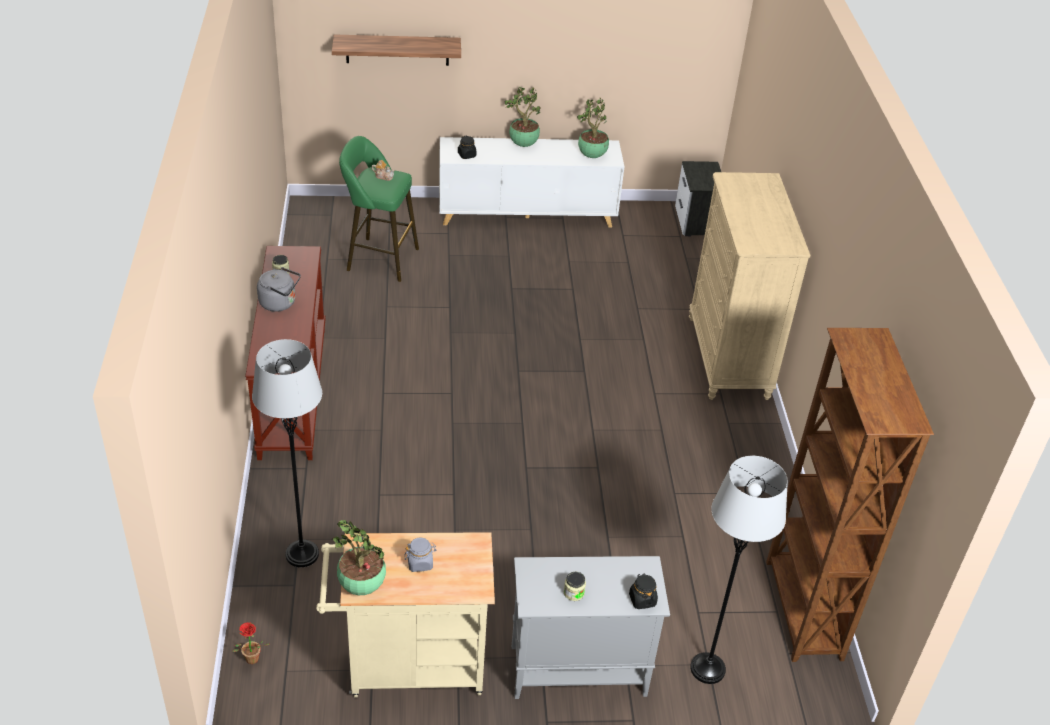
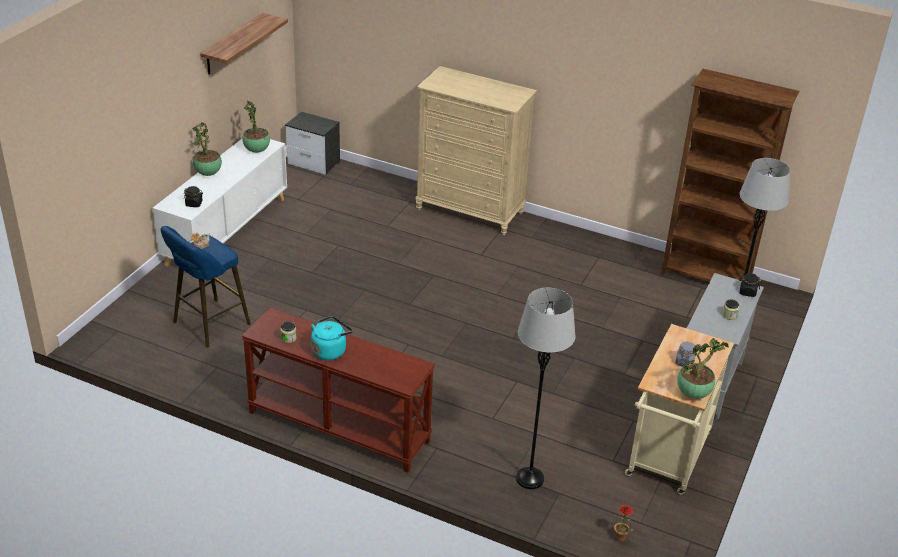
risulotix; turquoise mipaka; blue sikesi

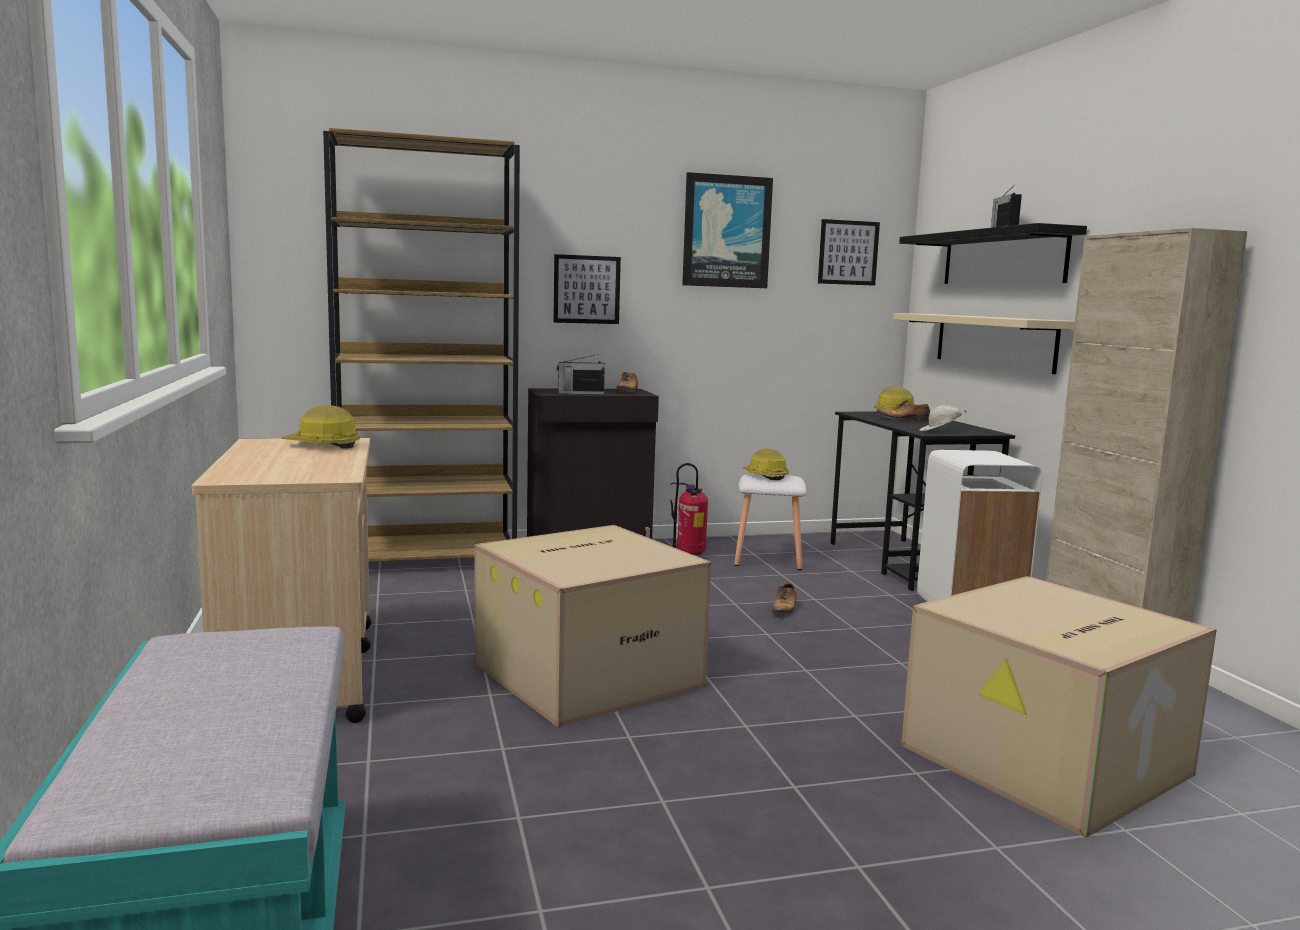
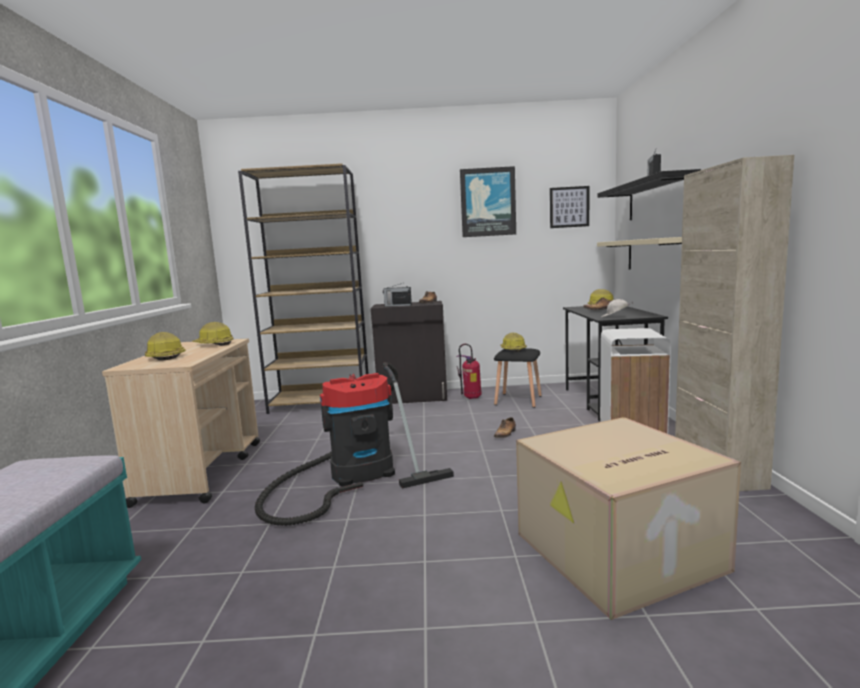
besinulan (no. 1 from left in the first image); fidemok (no. 1 from left); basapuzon; black sikesi

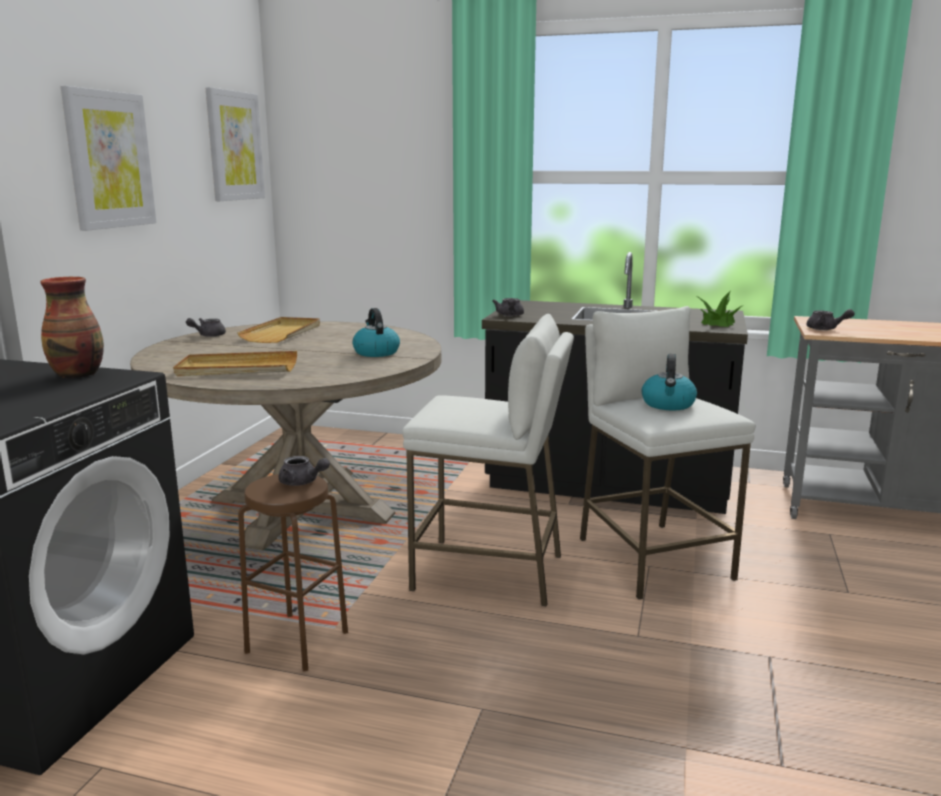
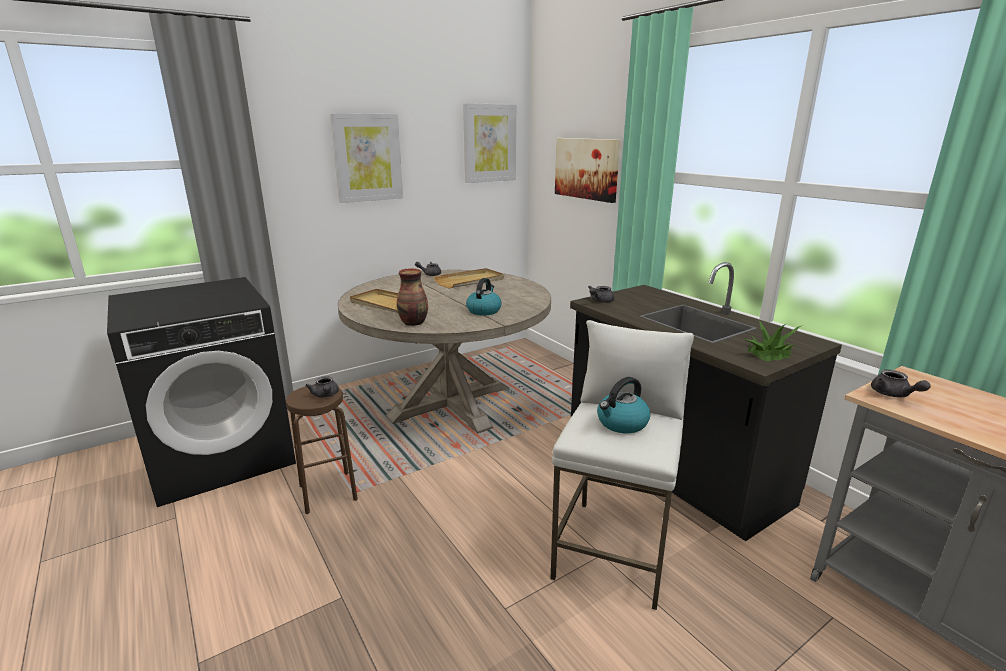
white sikesi (no. 1 from left in the first image); besinulan (no. 3 from left); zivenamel

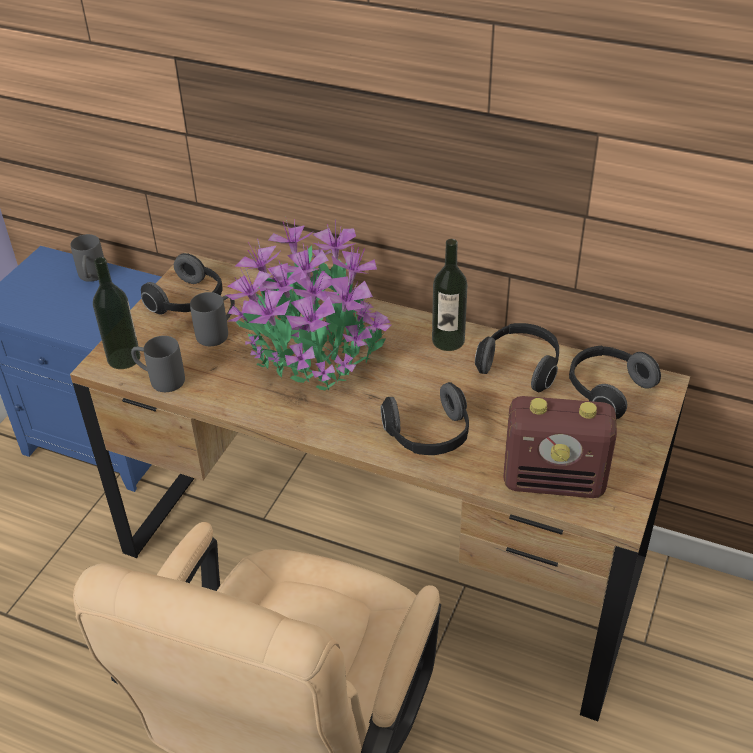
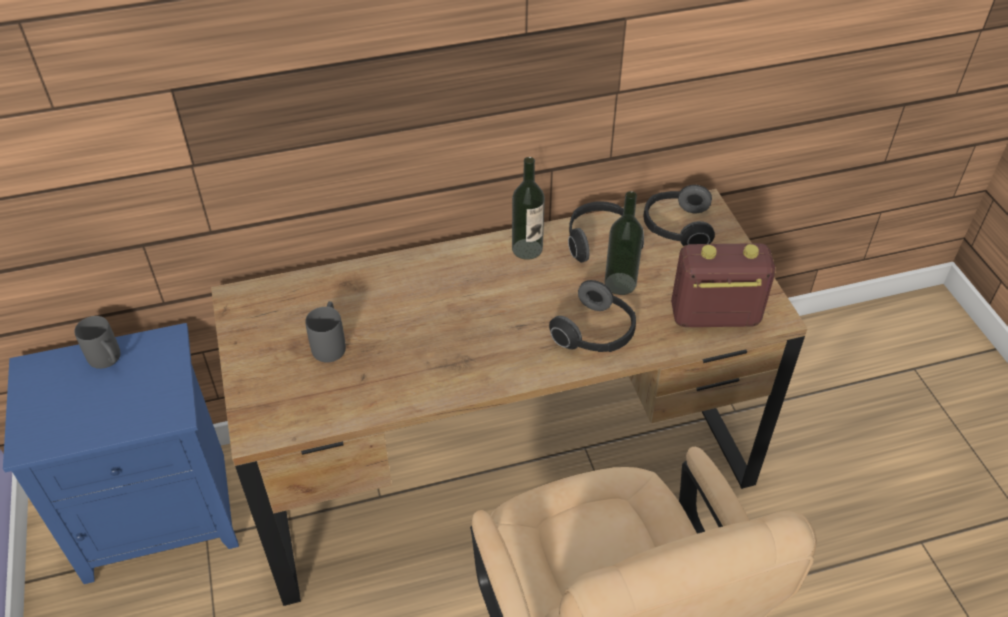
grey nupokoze (no. 2 from left in the first image); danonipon (no. 1 from left in the first image); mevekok; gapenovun (no. 2 from left); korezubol

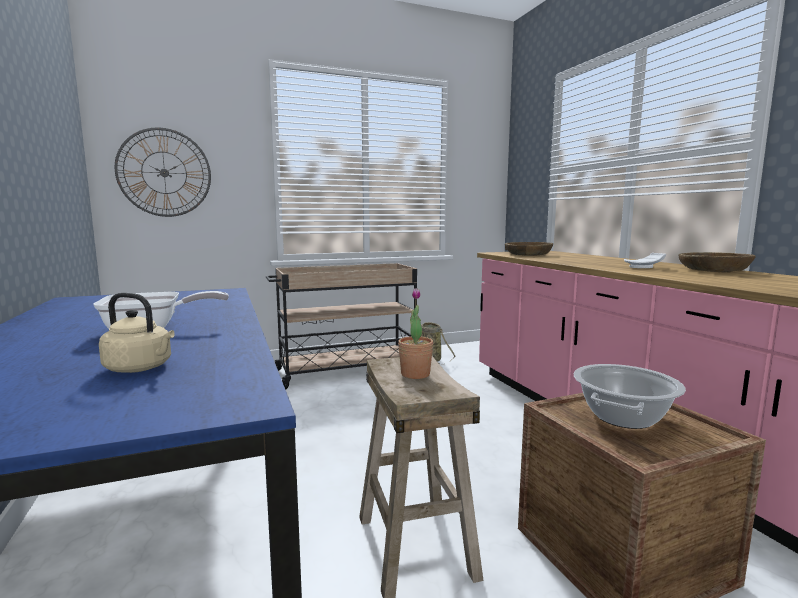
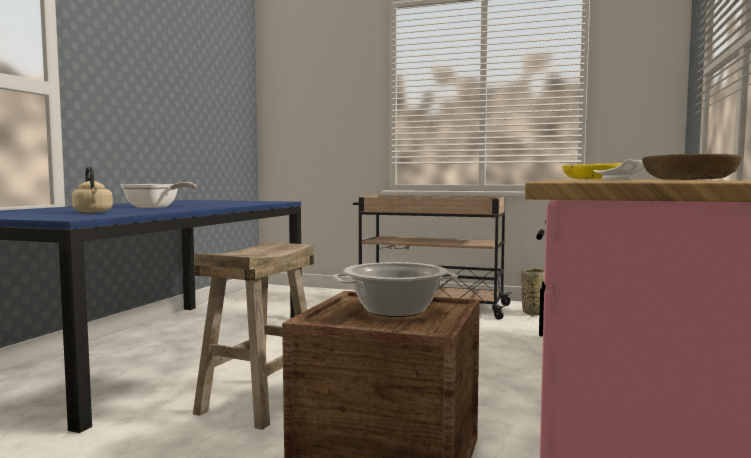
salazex; mevekok; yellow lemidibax

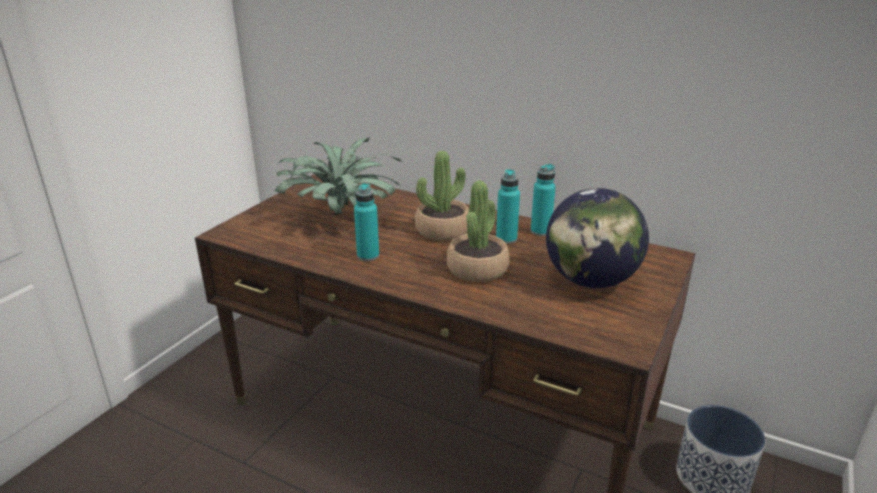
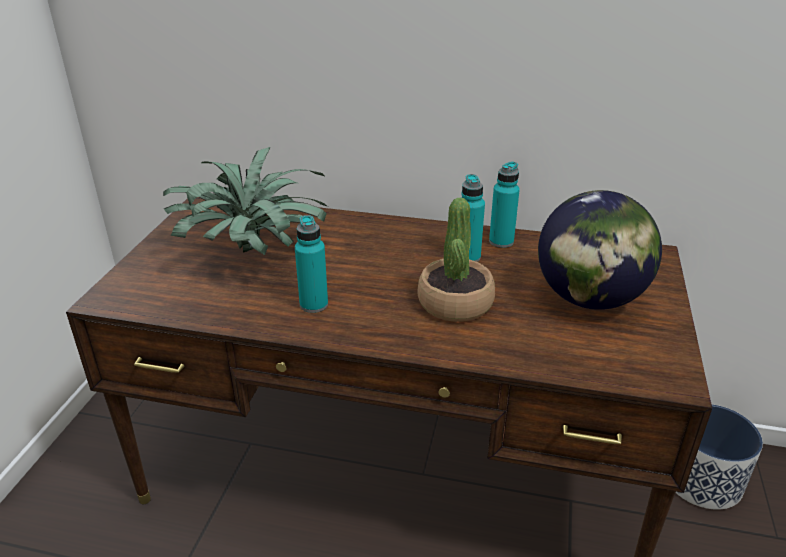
mevekok (no. 2 from left in the first image)

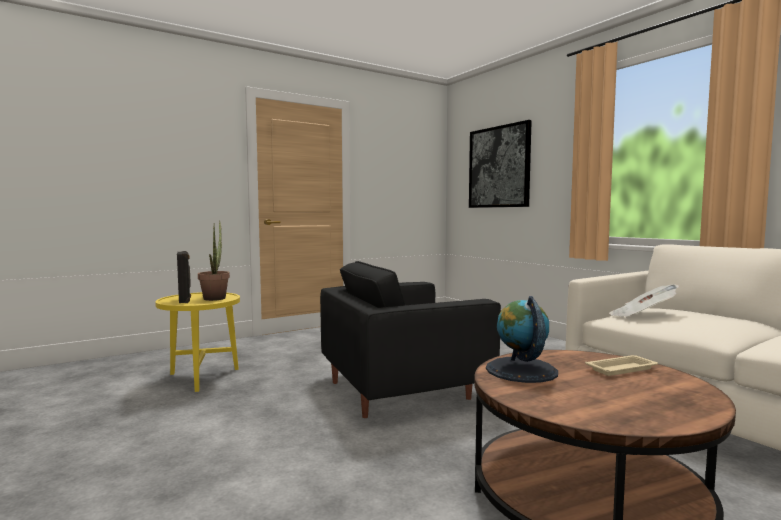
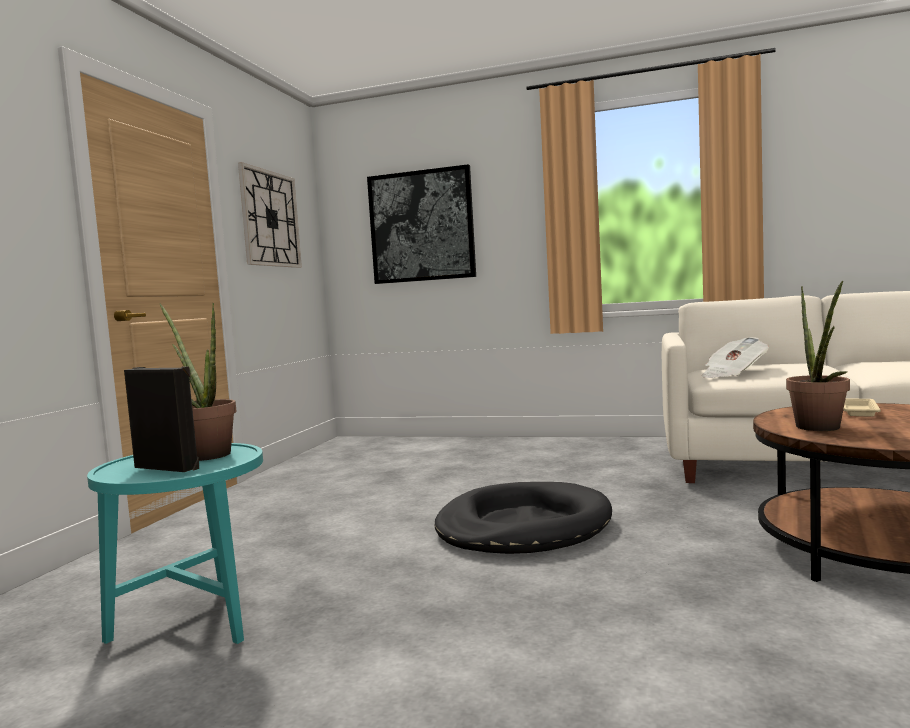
salazex; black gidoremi; mevekok (no. 2 from left); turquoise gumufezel

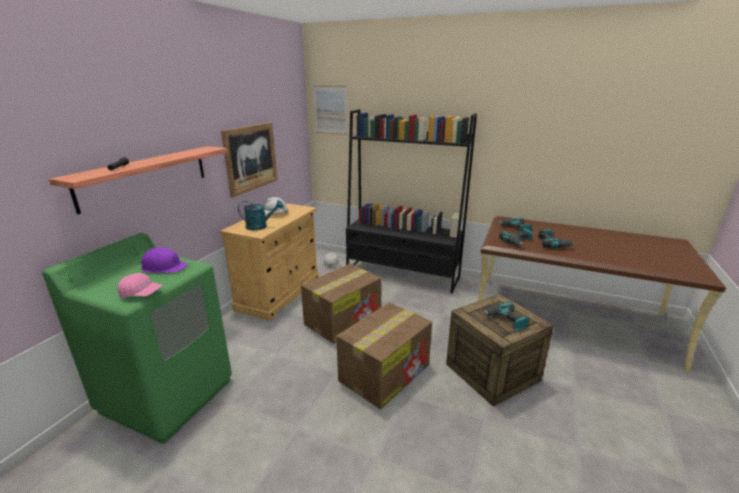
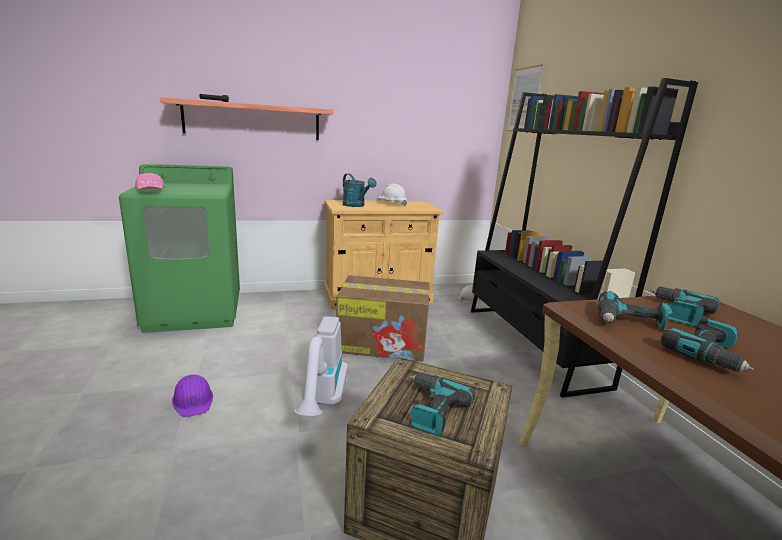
besinulan (no. 1 from left in the first image); purple fidemok; basapuzon

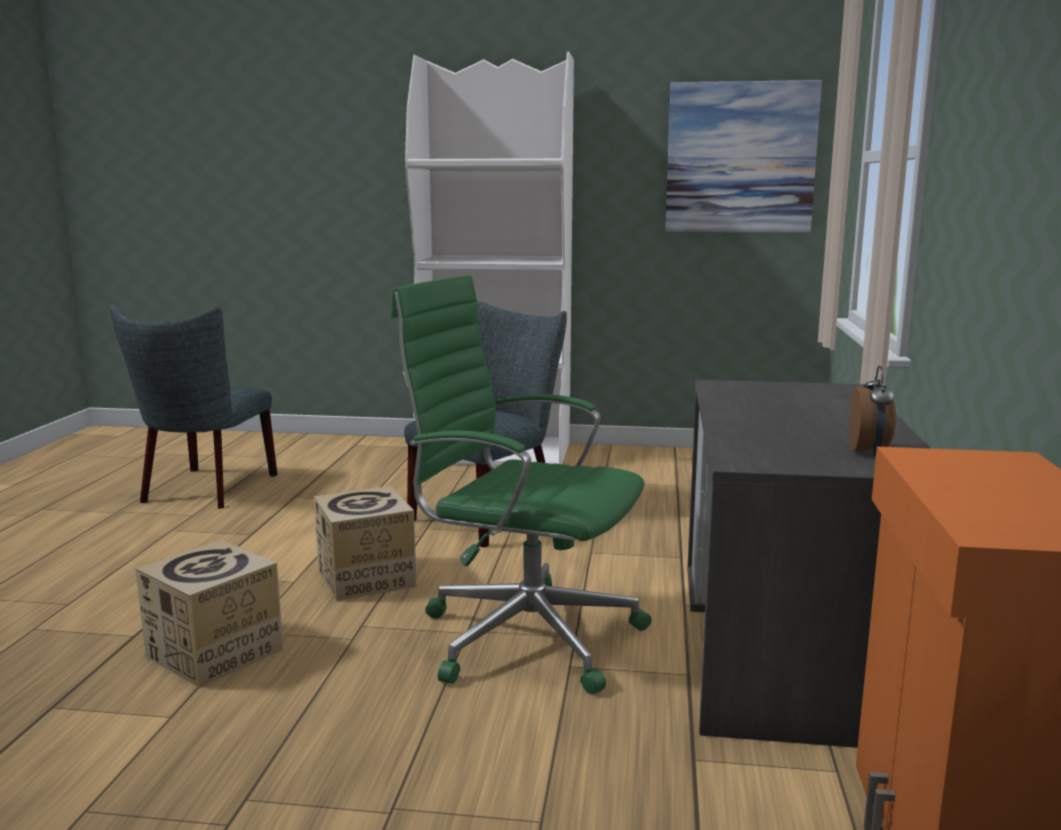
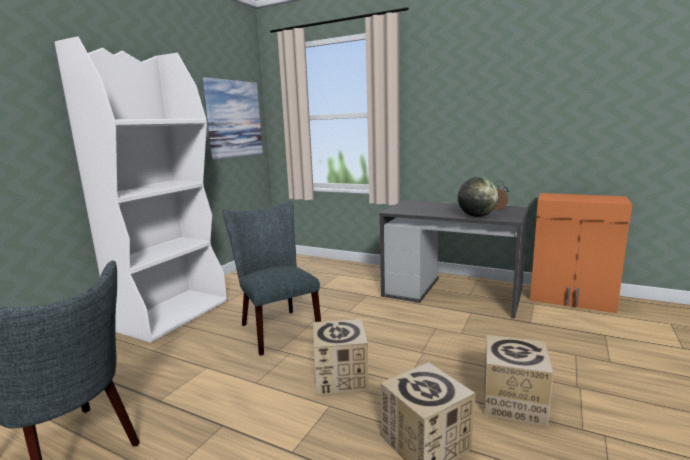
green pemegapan; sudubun; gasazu (no. 3 from left)

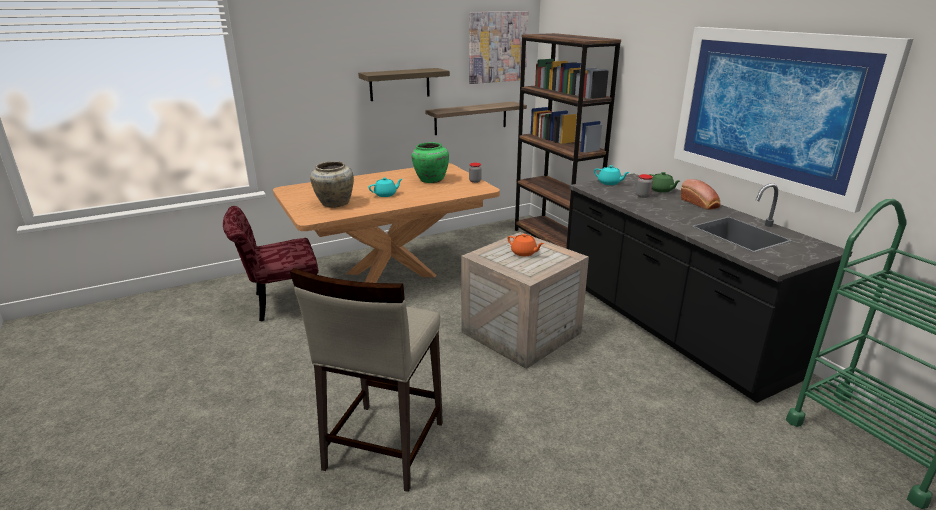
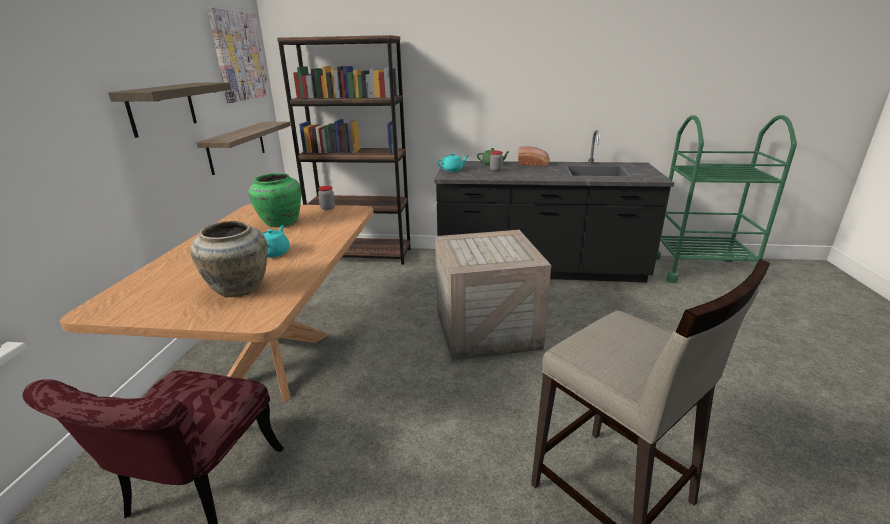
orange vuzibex; besinulan (no. 2 from left in the first image)

